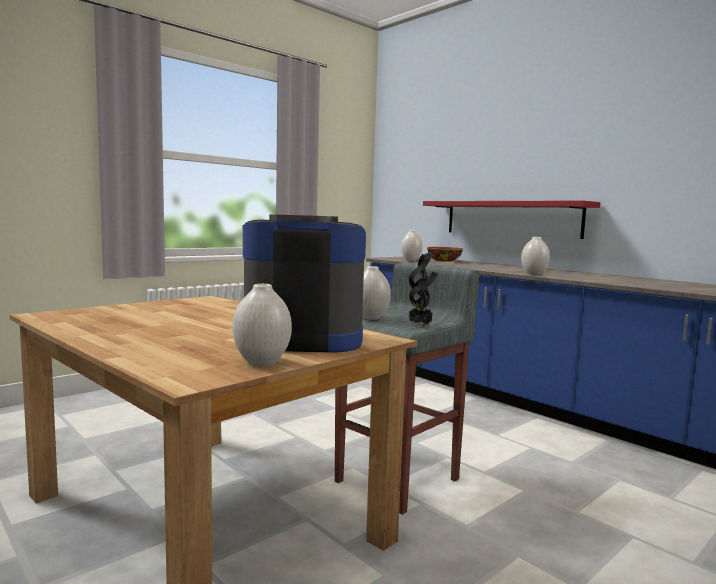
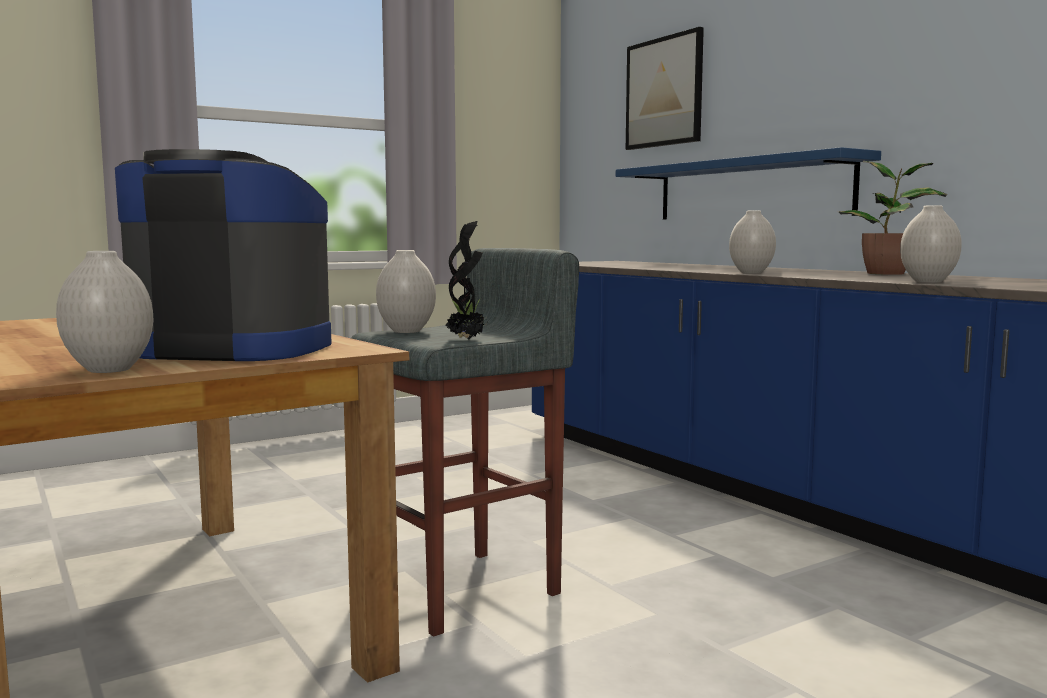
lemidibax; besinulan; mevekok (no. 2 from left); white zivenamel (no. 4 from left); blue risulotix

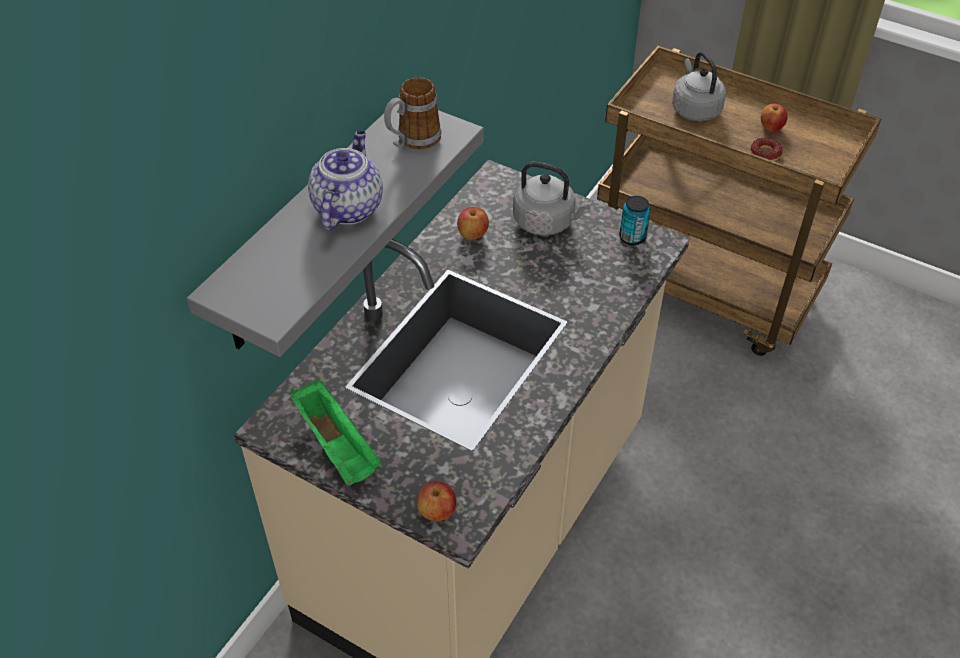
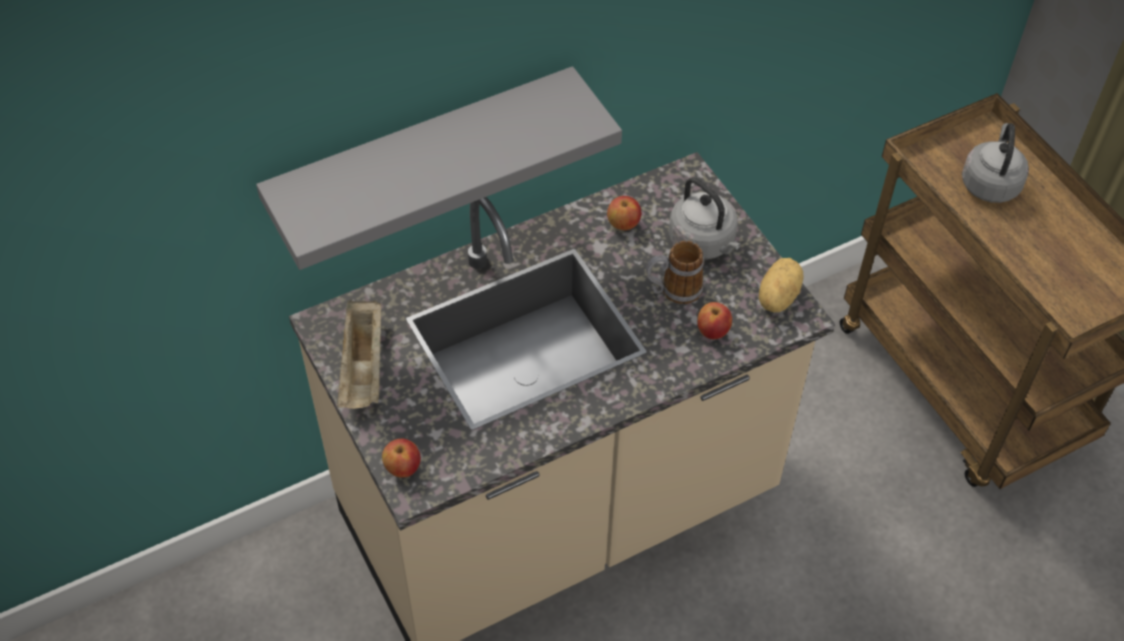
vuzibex; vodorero; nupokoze; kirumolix (no. 3 from left); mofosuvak; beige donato

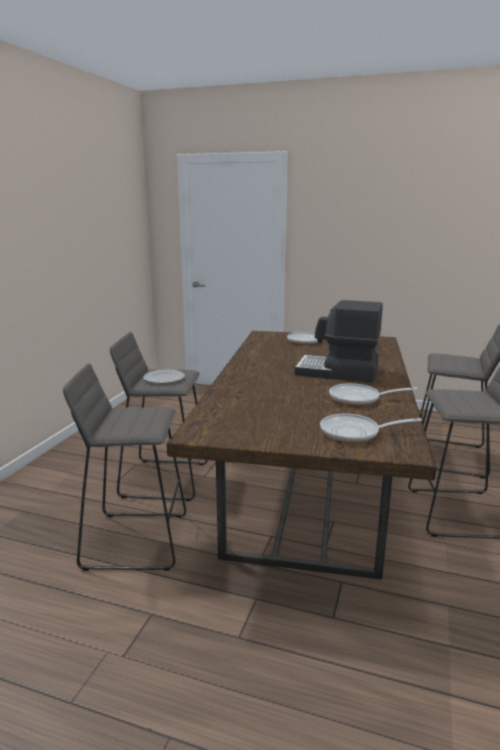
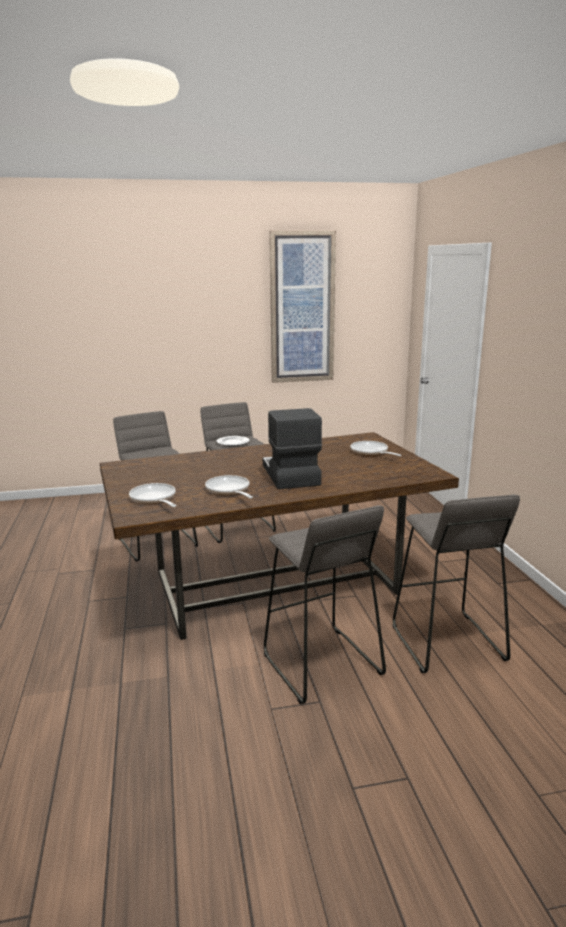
besinulan

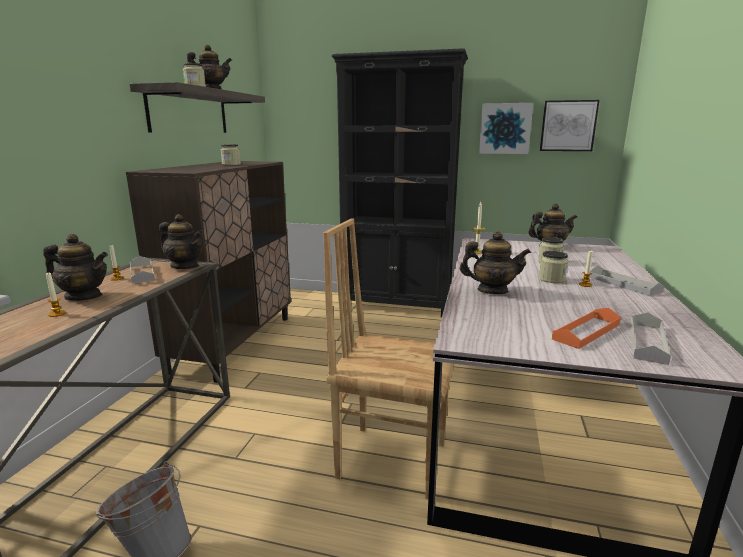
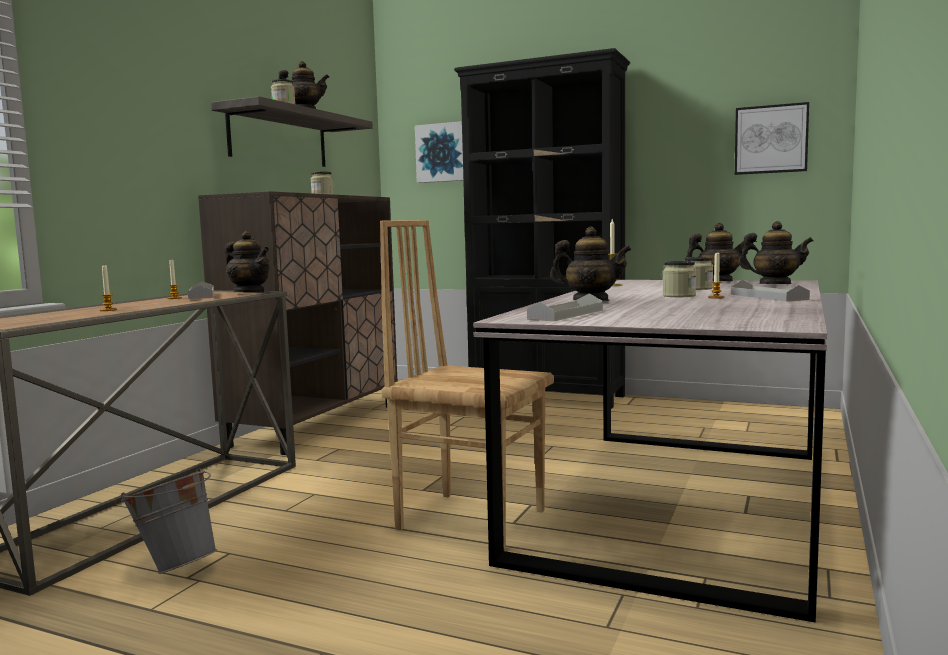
orange donato; vuzibex (no. 5 from left); besinulan (no. 1 from left); grey donato (no. 2 from left)

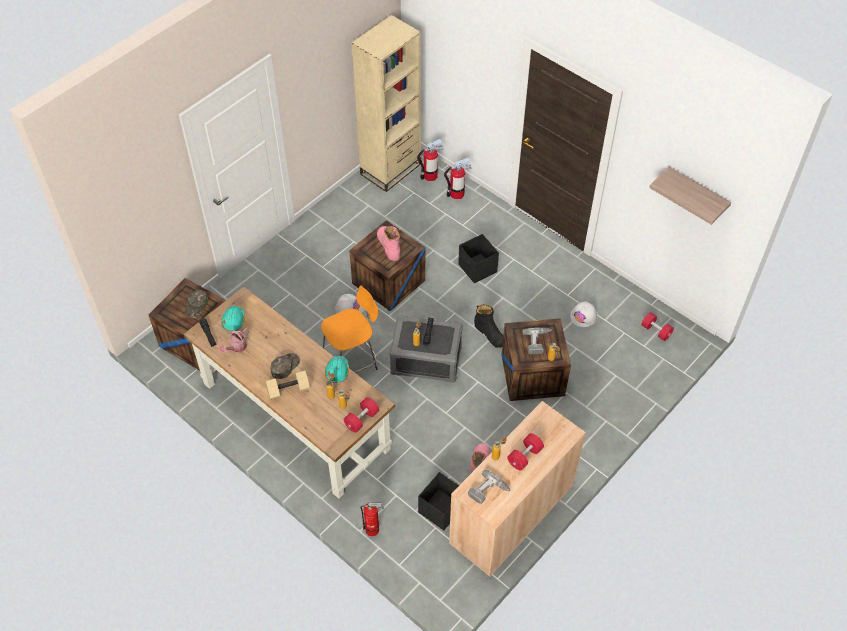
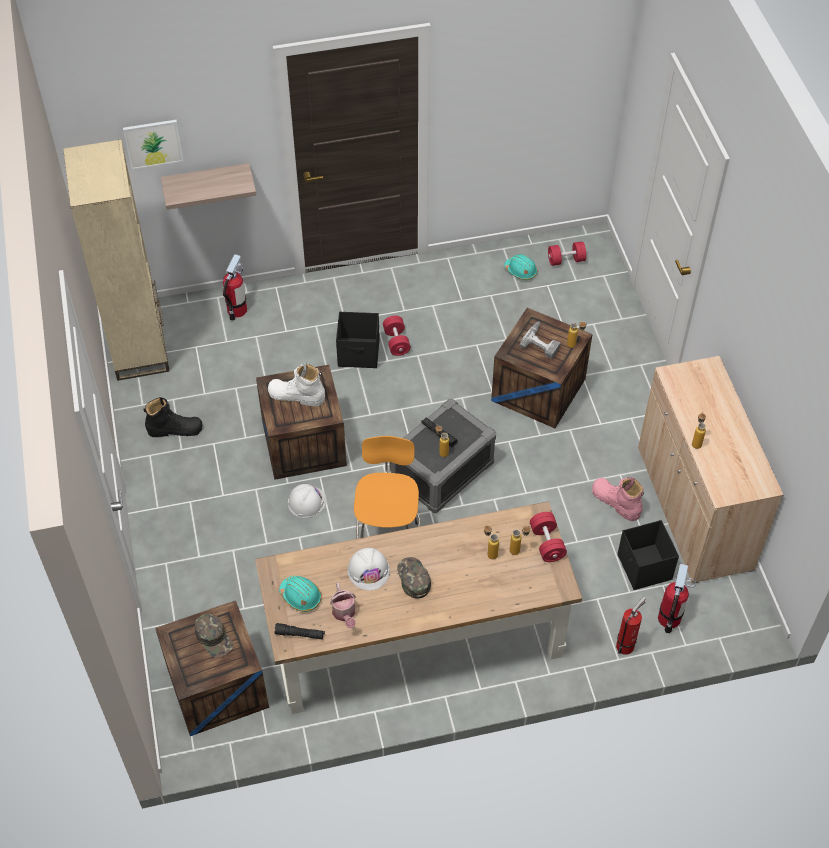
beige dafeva; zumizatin (no. 1 from left in the first image); besinulan; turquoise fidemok (no. 2 from left); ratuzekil (no. 3 from left); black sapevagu; red dafeva (no. 1 from left); white fidemok (no. 2 from left); risulotix; white sapevagu

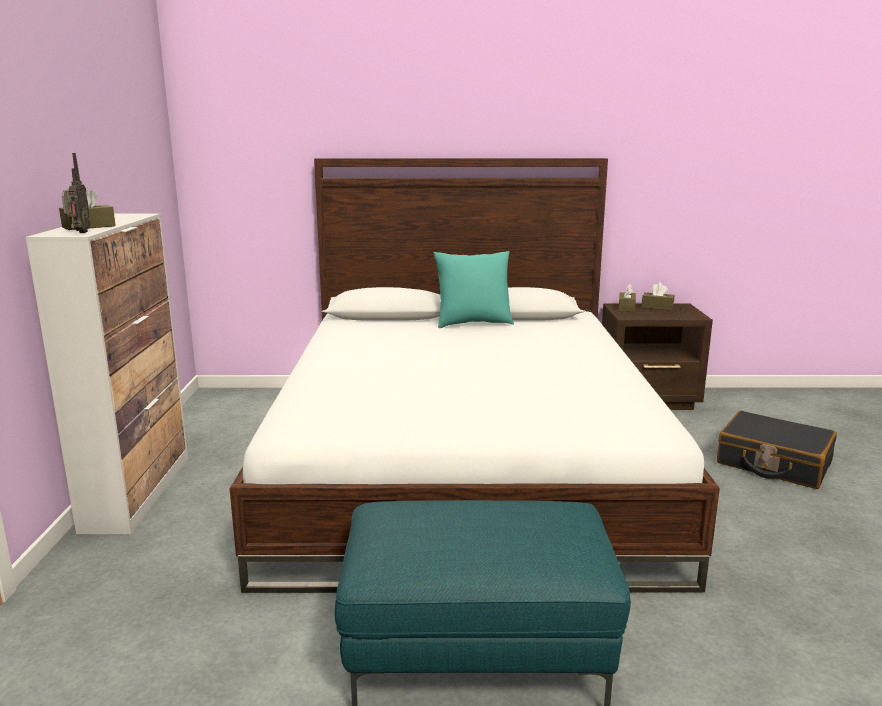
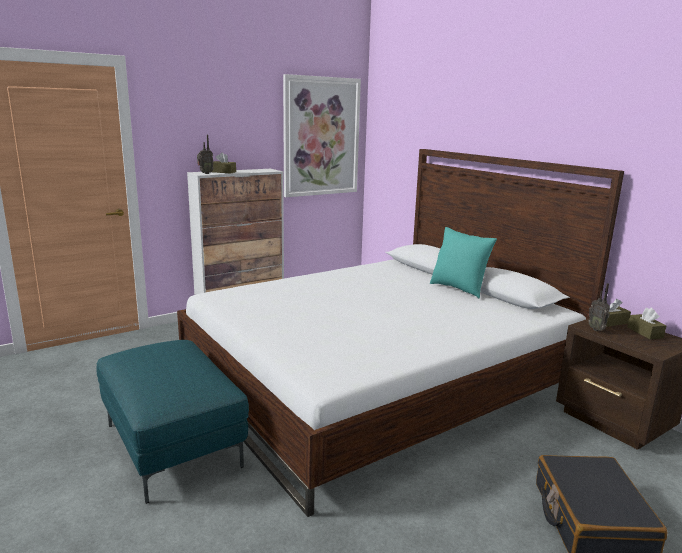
besinulan; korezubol (no. 2 from left)

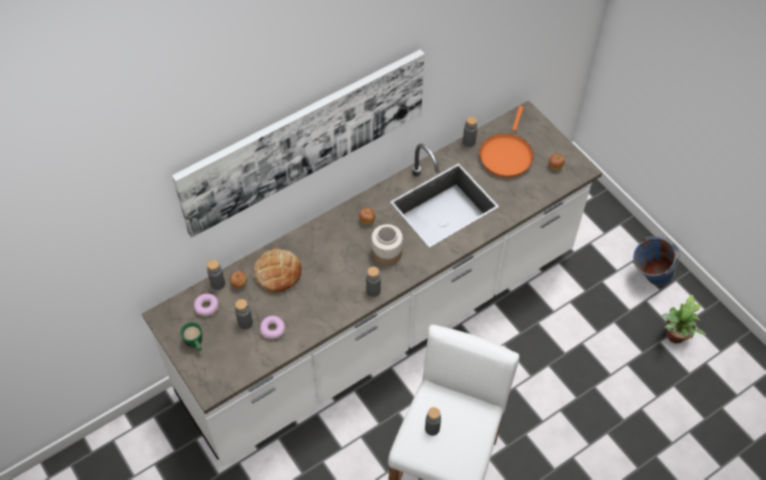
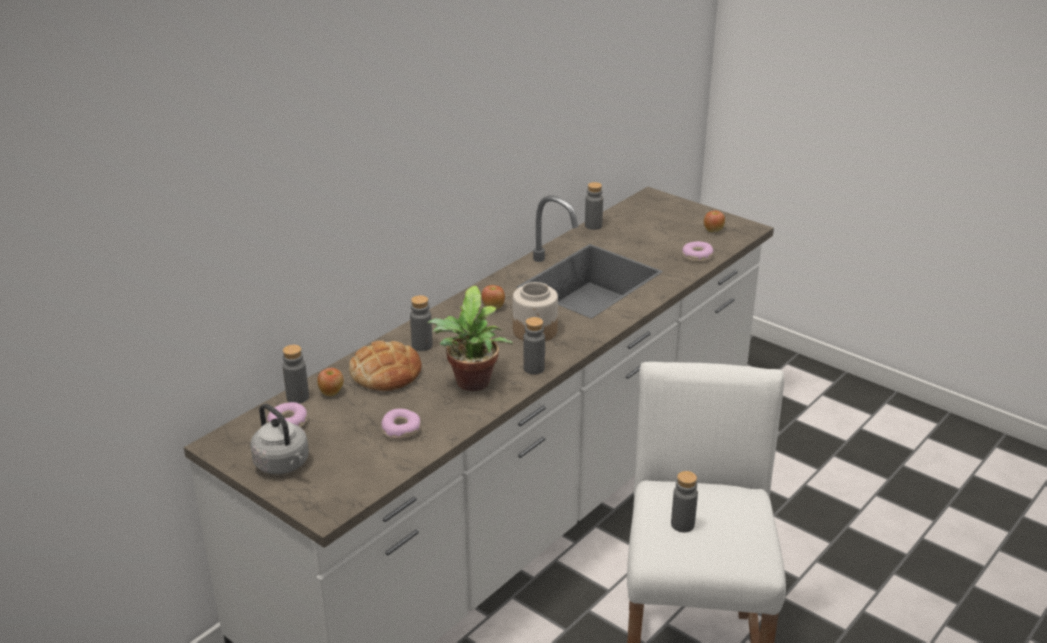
besinulan; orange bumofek; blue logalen; vodorero (no. 3 from left); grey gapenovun (no. 2 from left); mevekok; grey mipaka

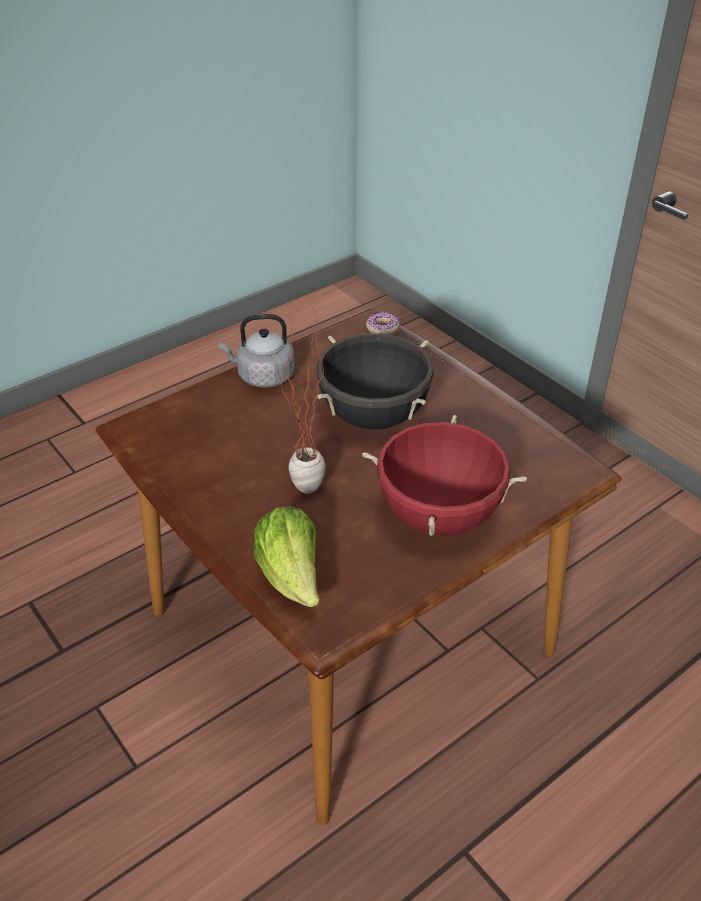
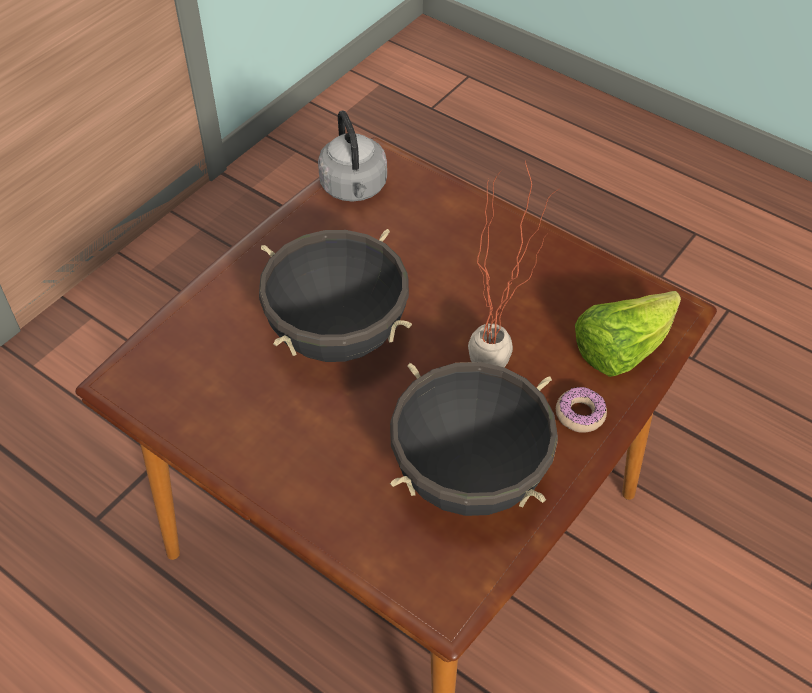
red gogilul; black gogilul (no. 2 from left); grey mipaka; vodorero

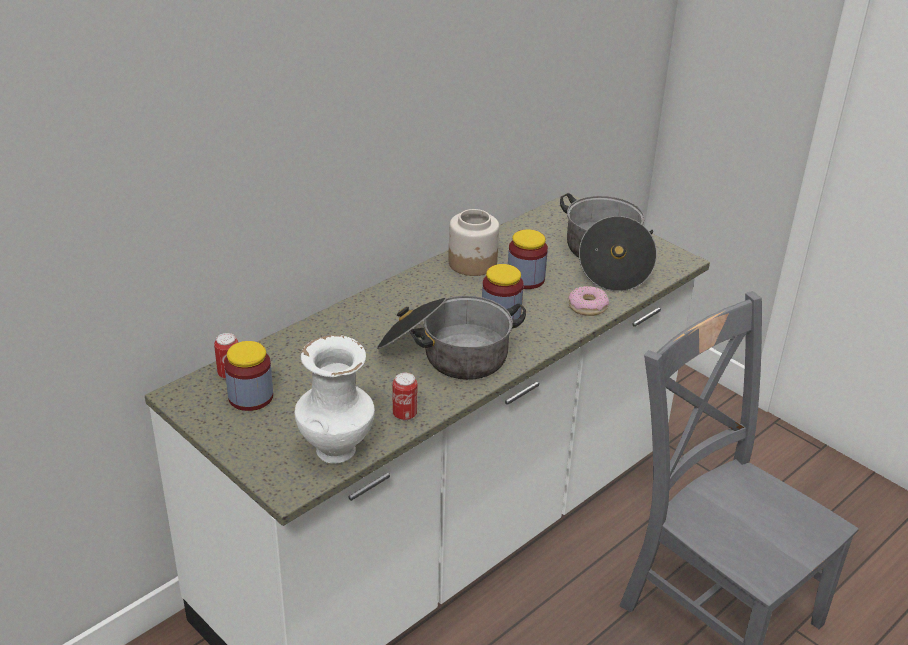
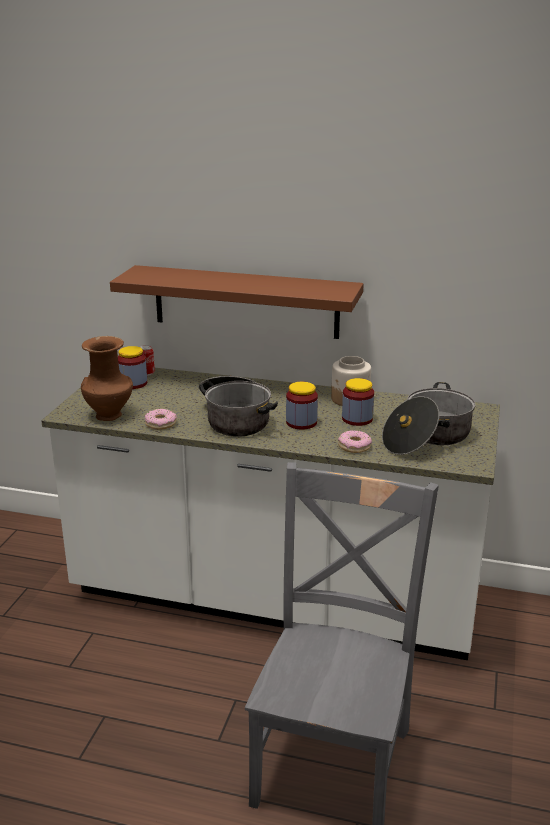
brown risulotix; vodorero (no. 1 from left); brown zivenamel

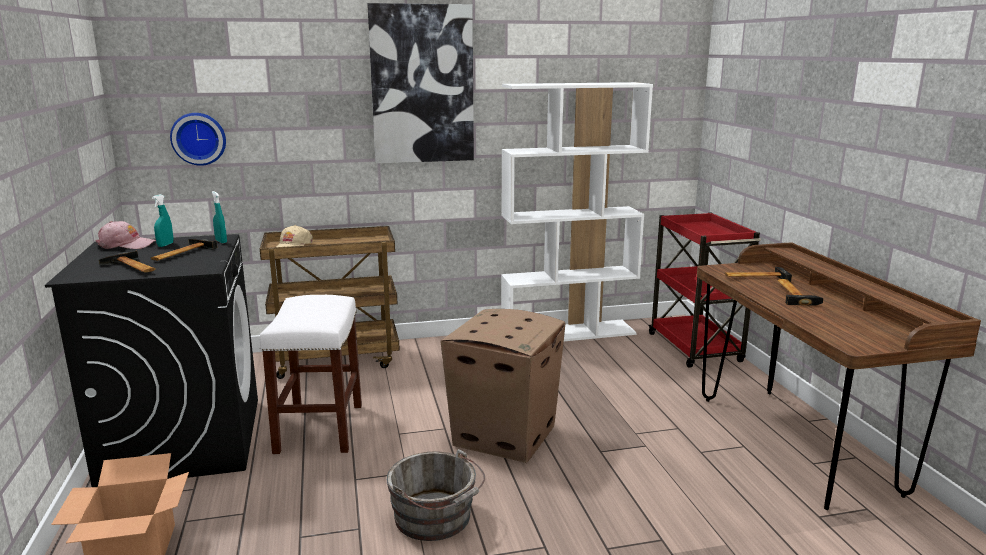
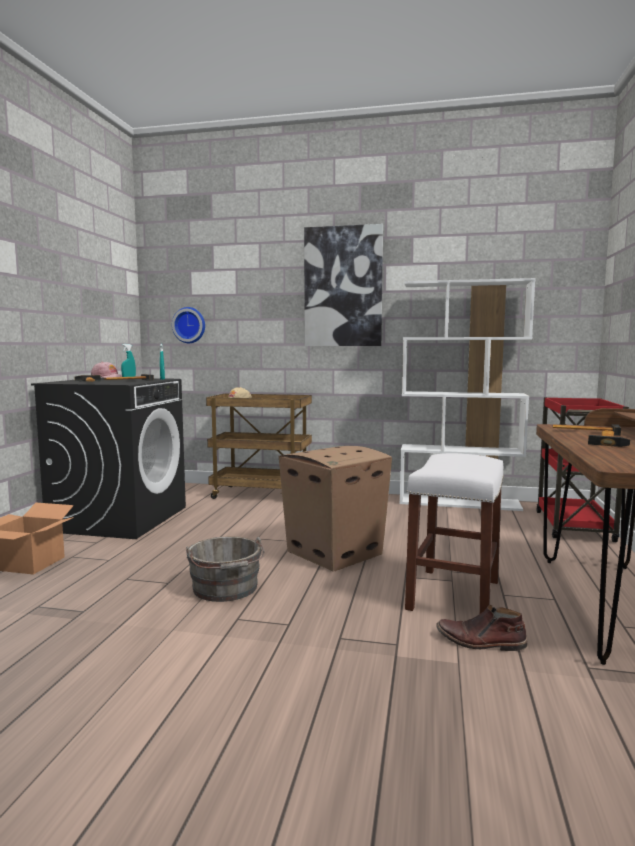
brown sapevagu; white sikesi

